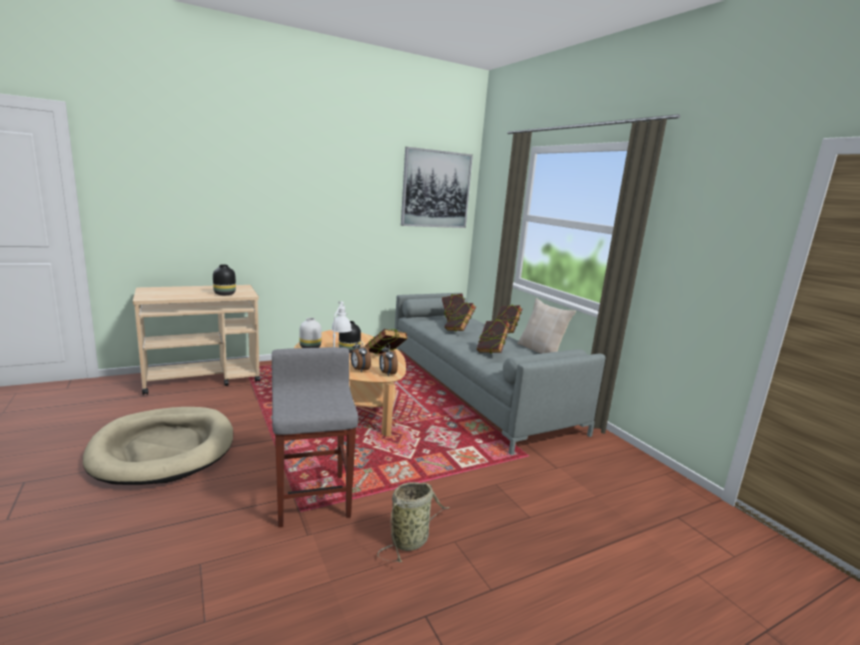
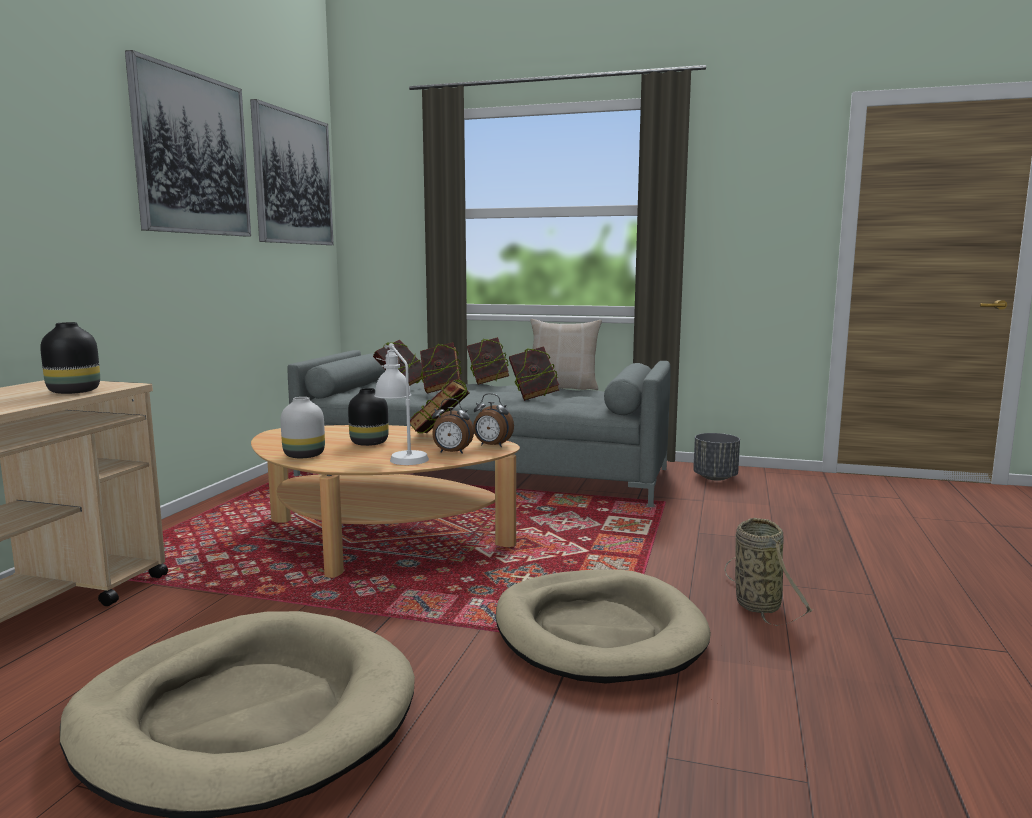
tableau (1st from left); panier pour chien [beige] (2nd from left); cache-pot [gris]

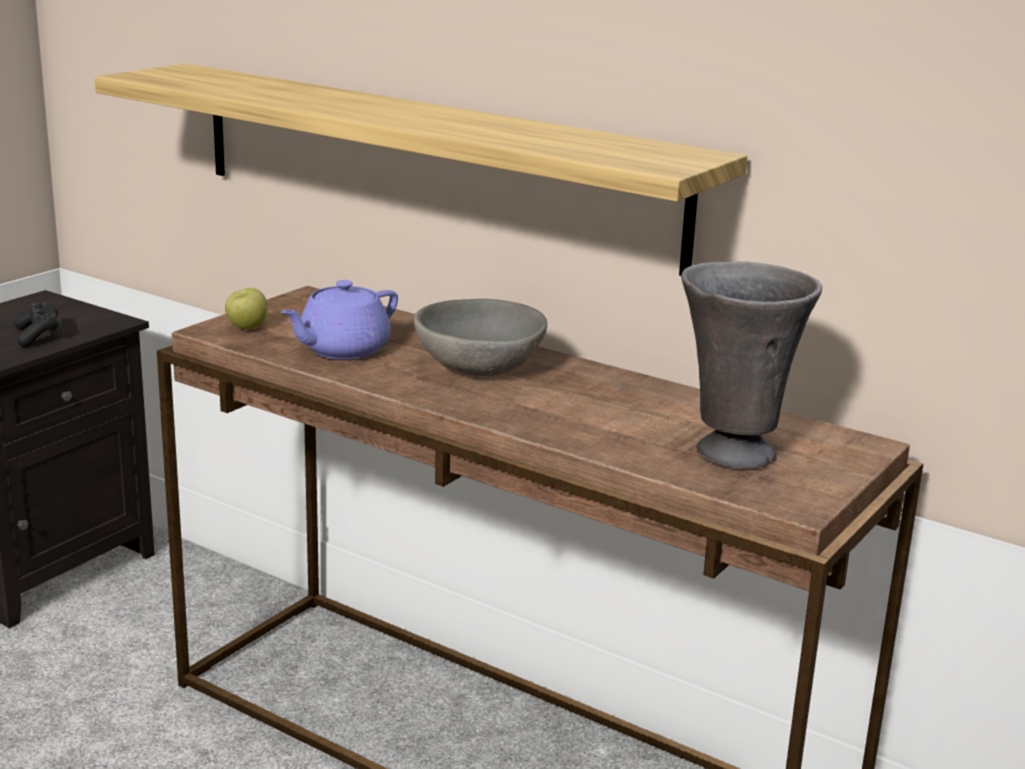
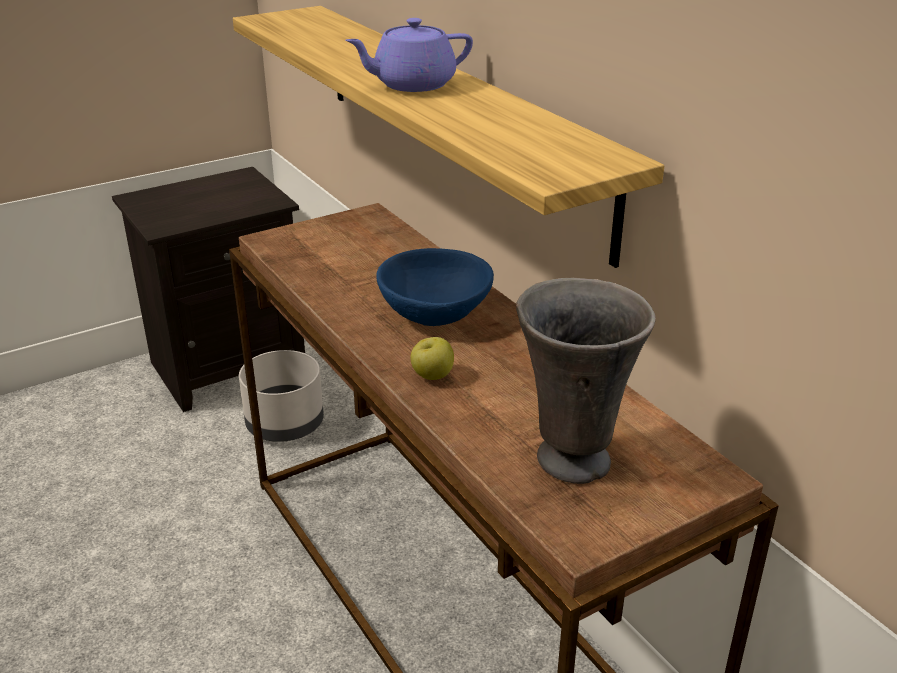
cache-pot [gris]; théière [violet]; bol [bleu]; pomme; manette [noir]

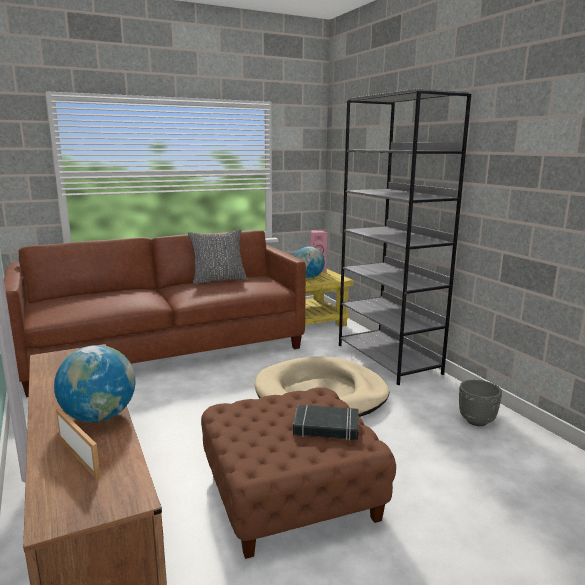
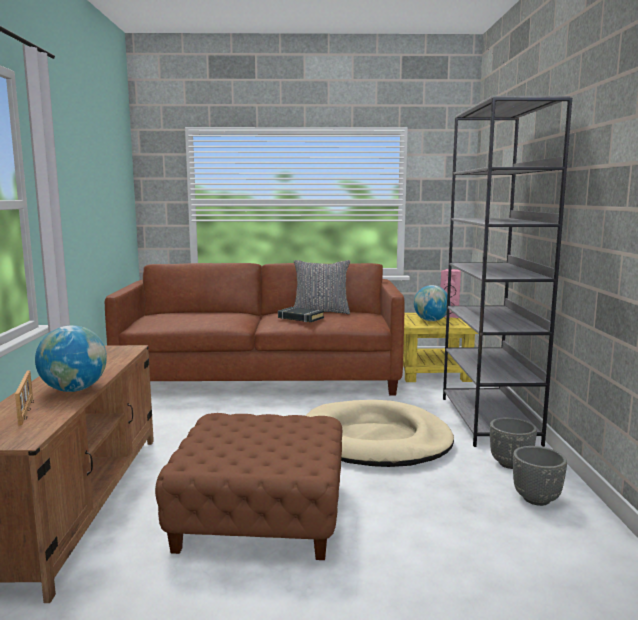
livre [noir]; cache-pot [gris] (1st from left)

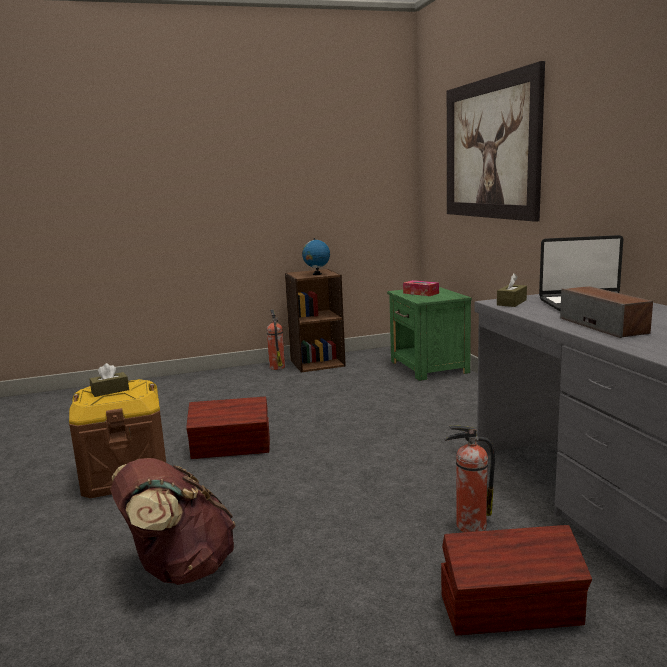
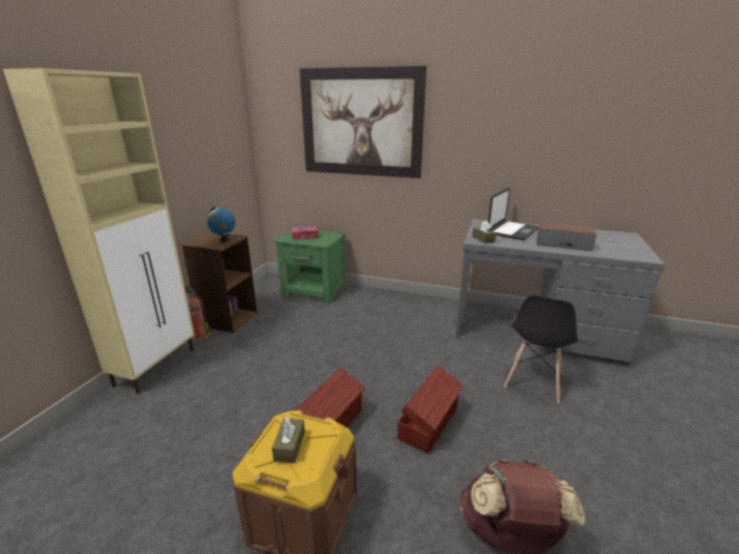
meuble de rangement [beige]; boîte de rangement [marron] (3rd from left); chaise [gris]

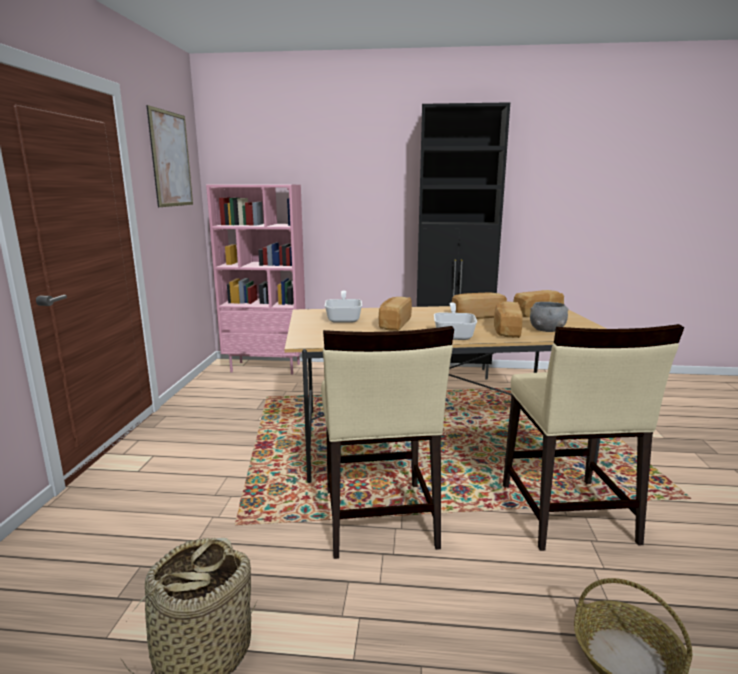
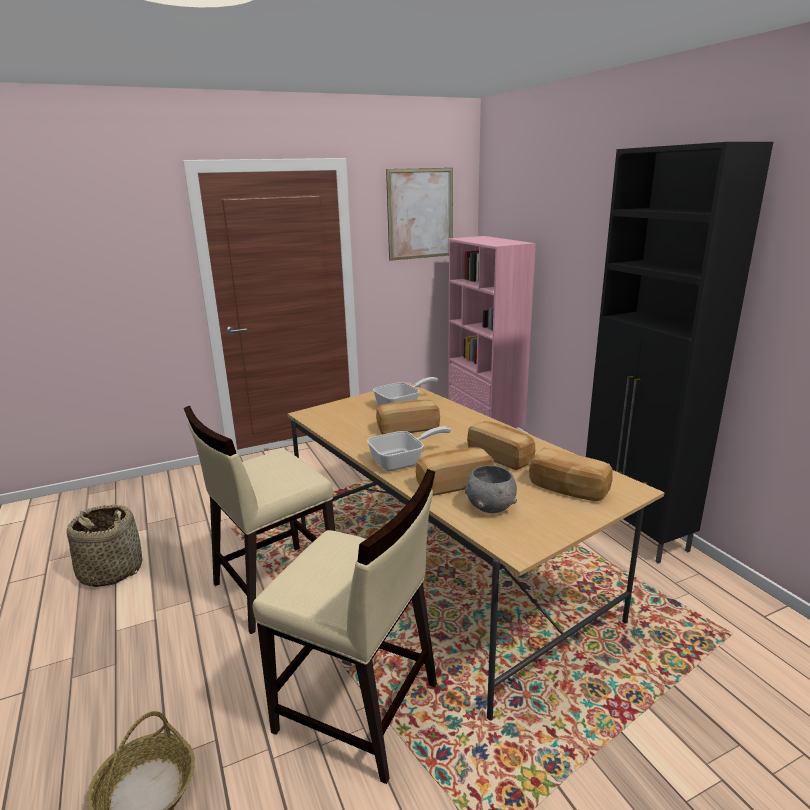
chaise [beige] (2nd from left)

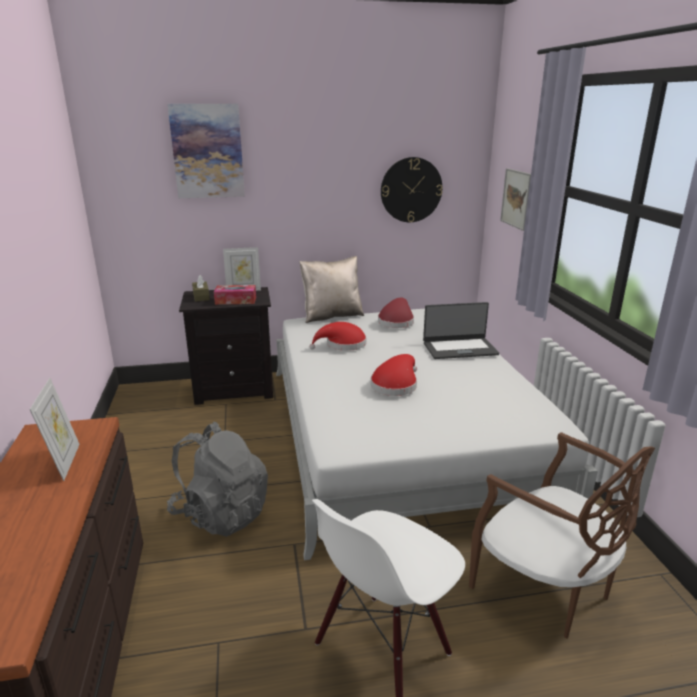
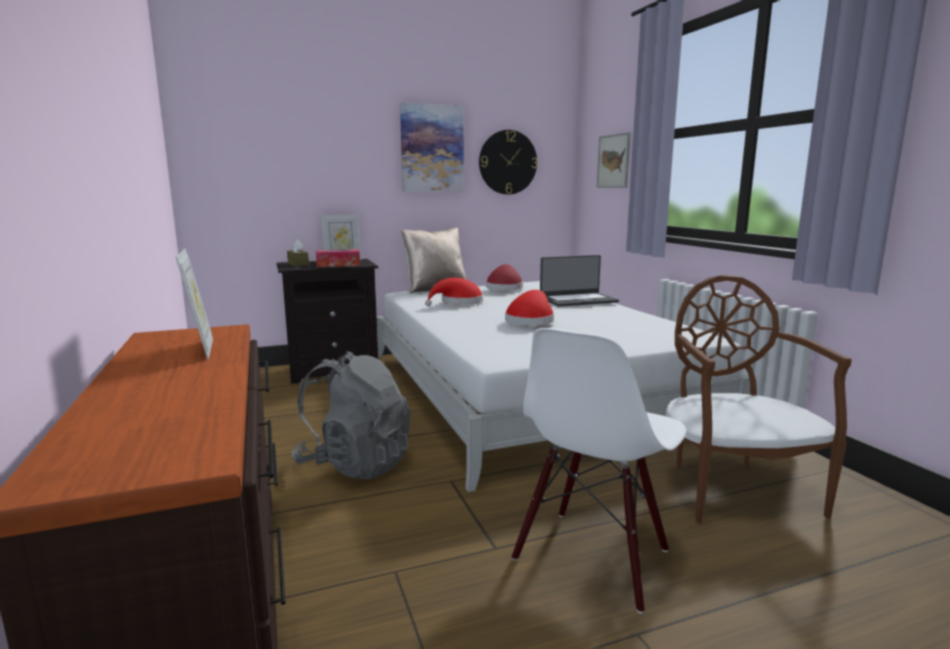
tableau (1st from left); chaise [marron]

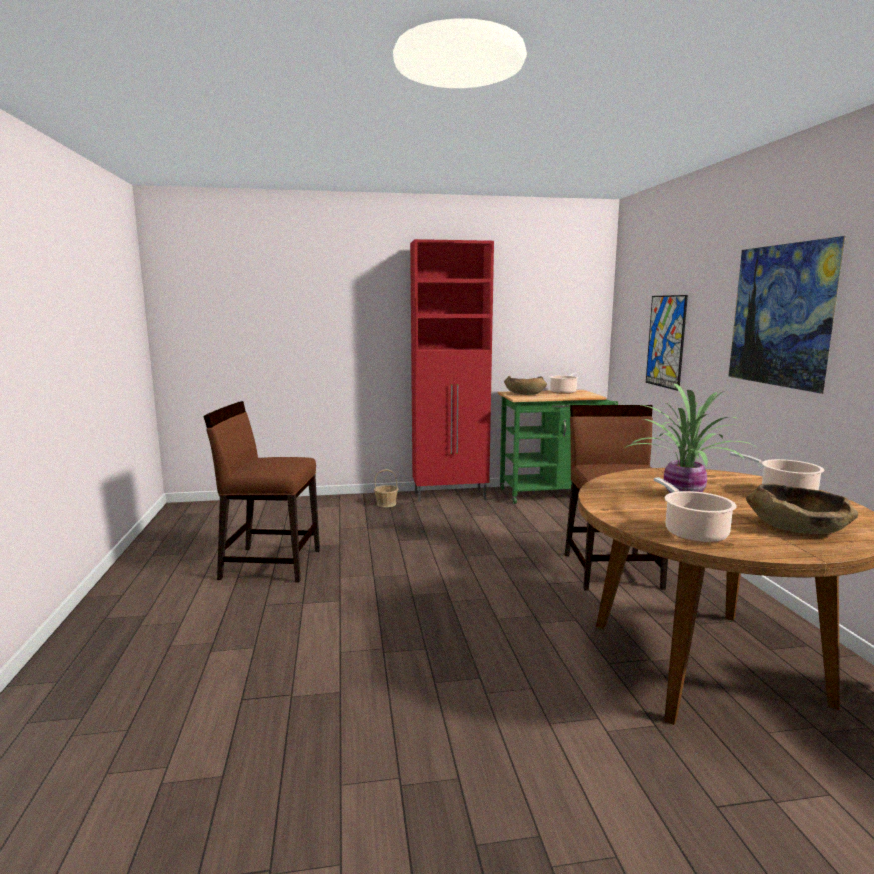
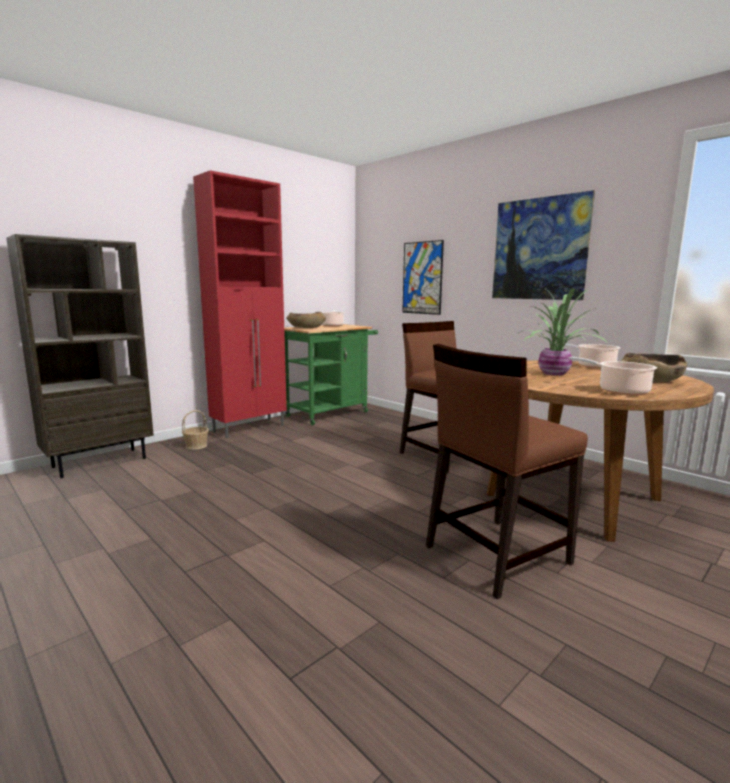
bibliothèque [marron]; chaise [marron] (2nd from left)

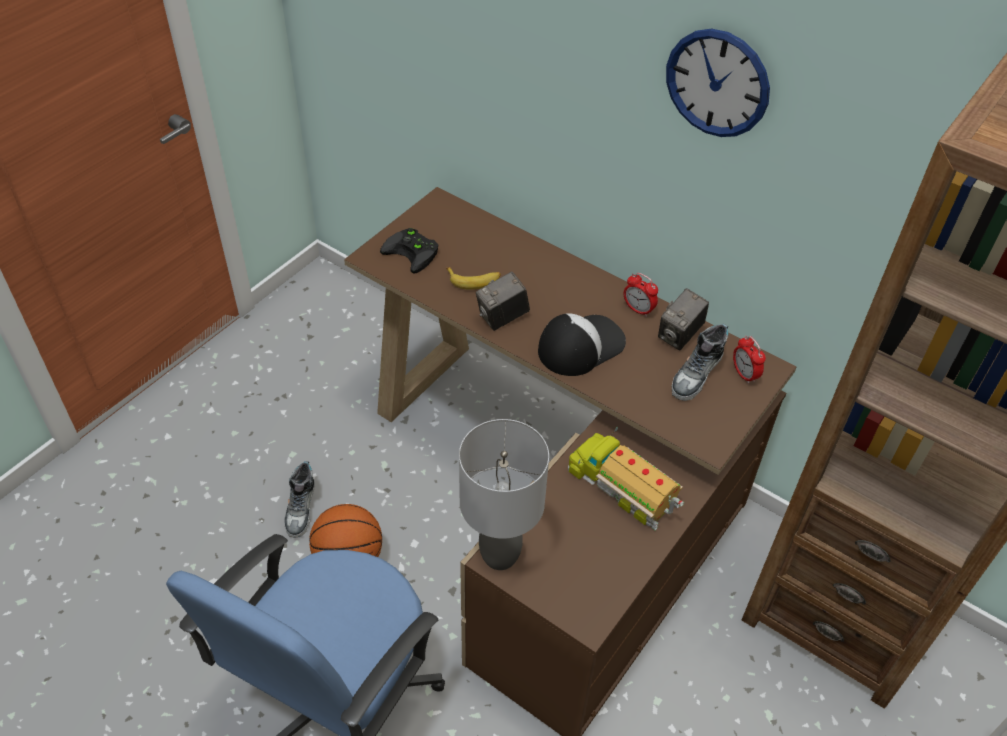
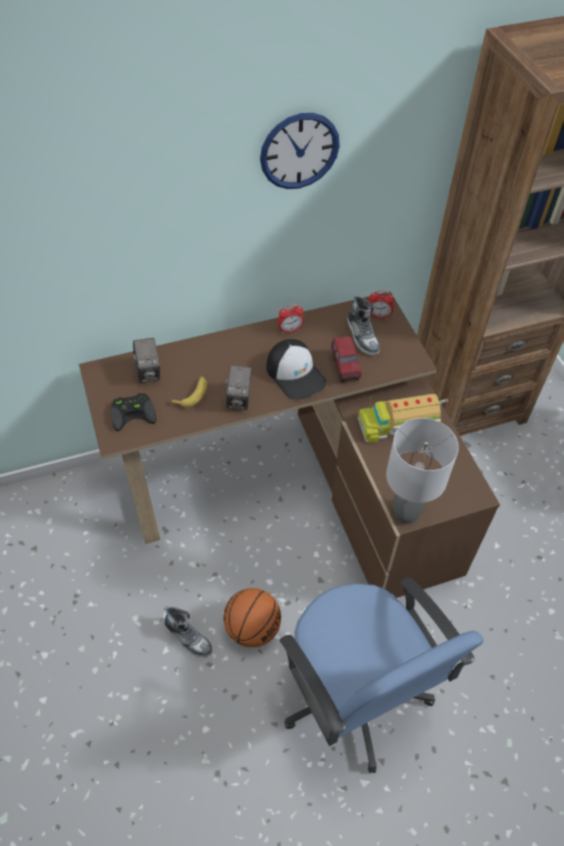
appareil photo (1st from left); casquette; camion jouet (1st from left)

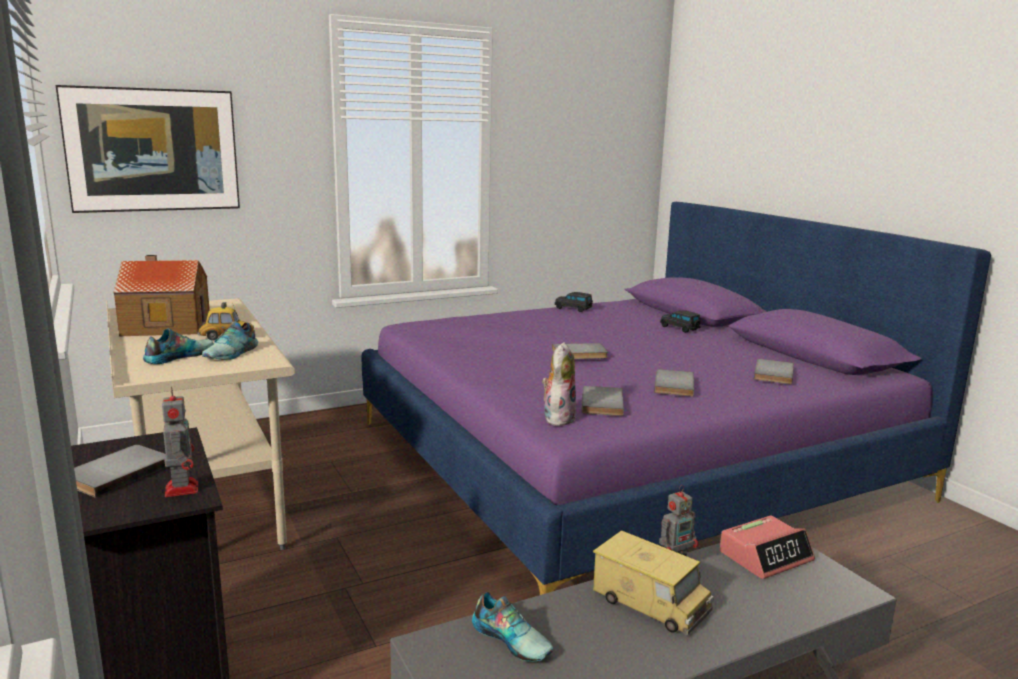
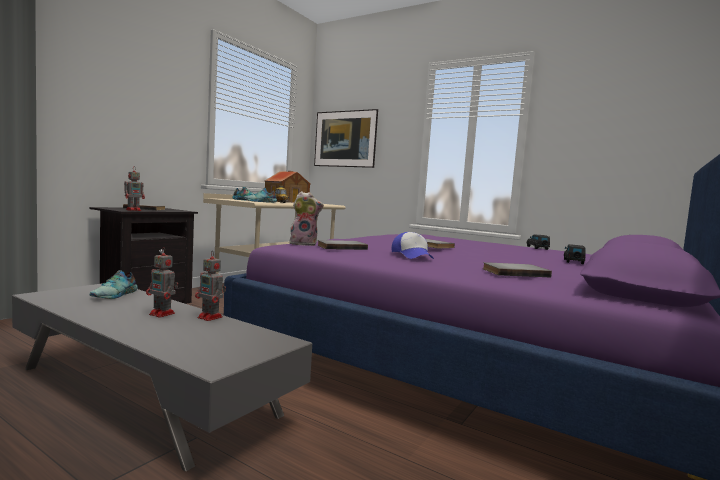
robot jouet (2nd from left); casquette; réveil

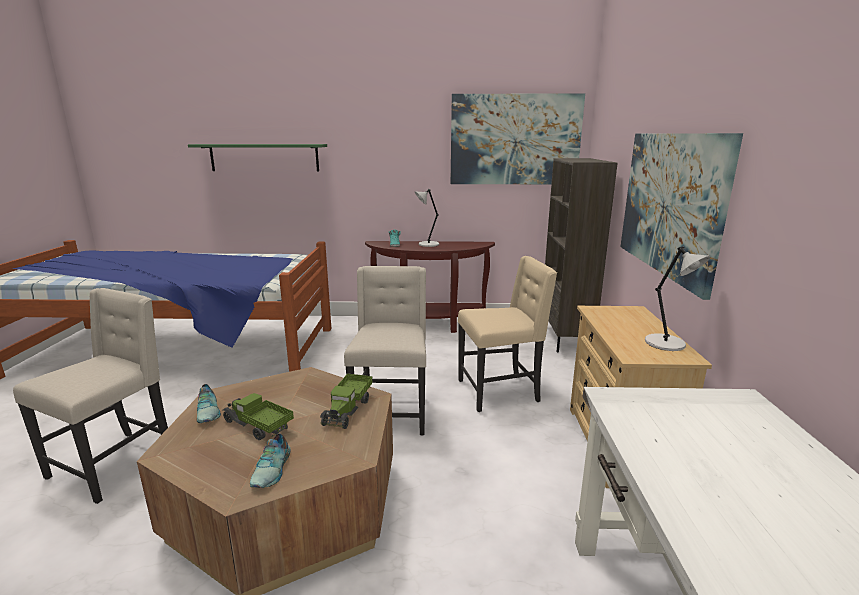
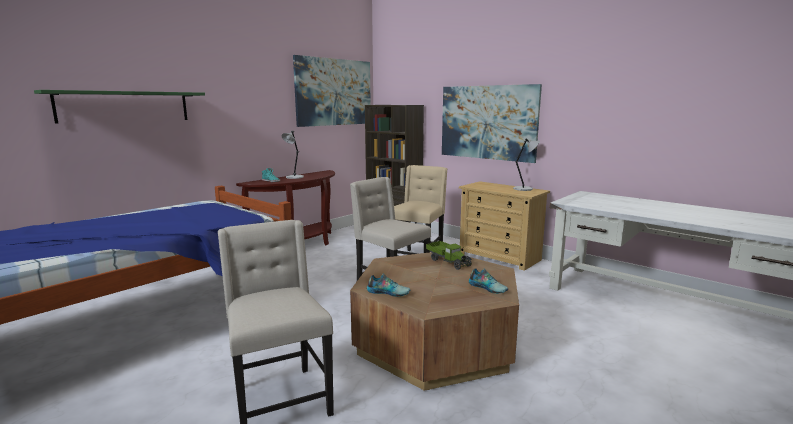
camion jouet (1st from left in the first image)

